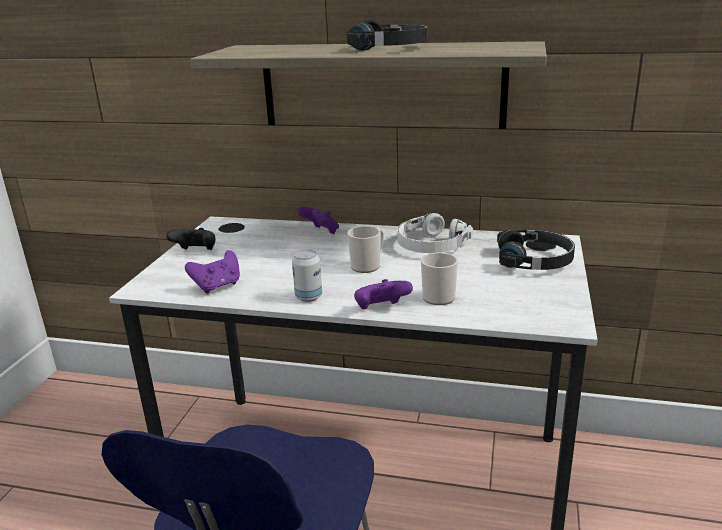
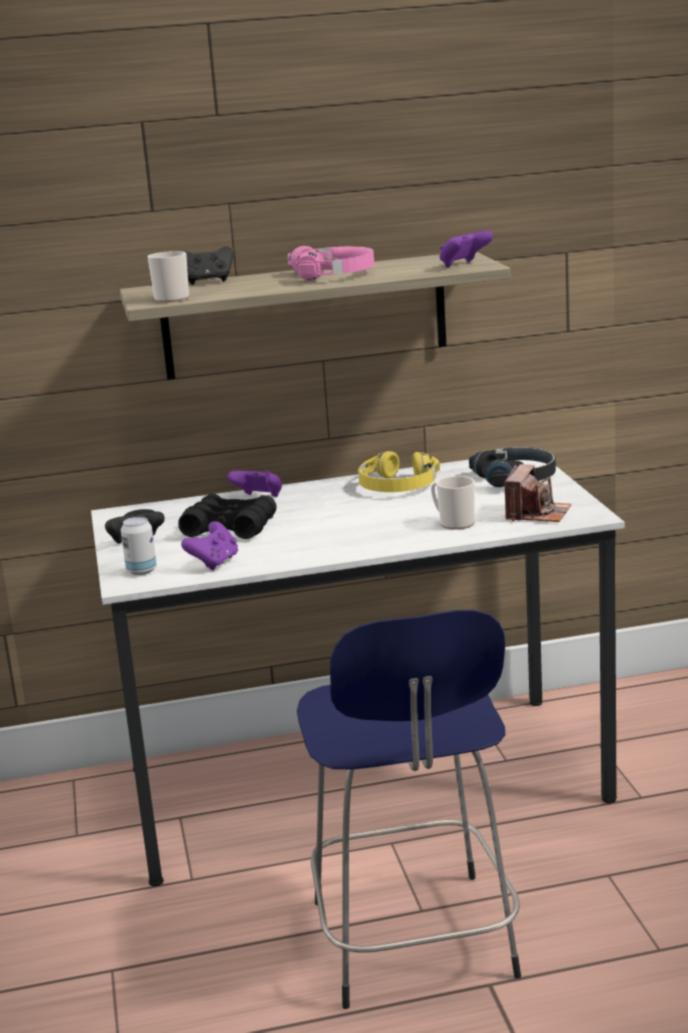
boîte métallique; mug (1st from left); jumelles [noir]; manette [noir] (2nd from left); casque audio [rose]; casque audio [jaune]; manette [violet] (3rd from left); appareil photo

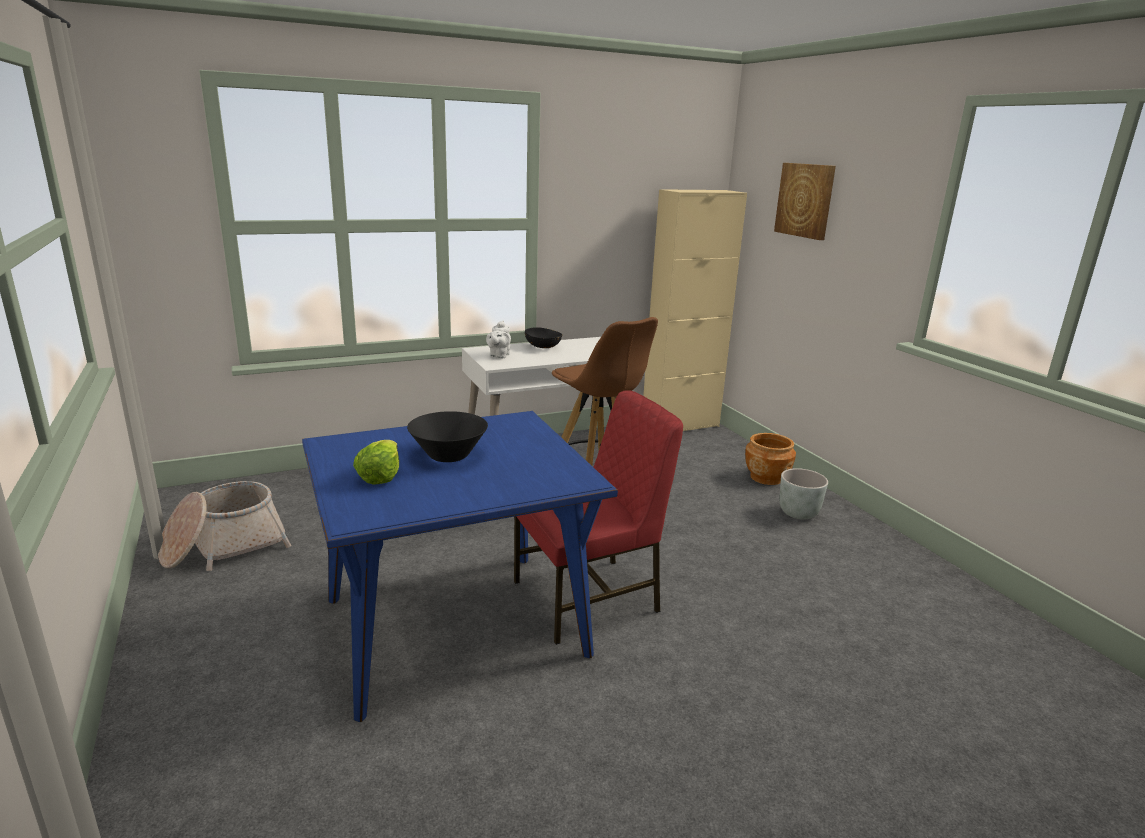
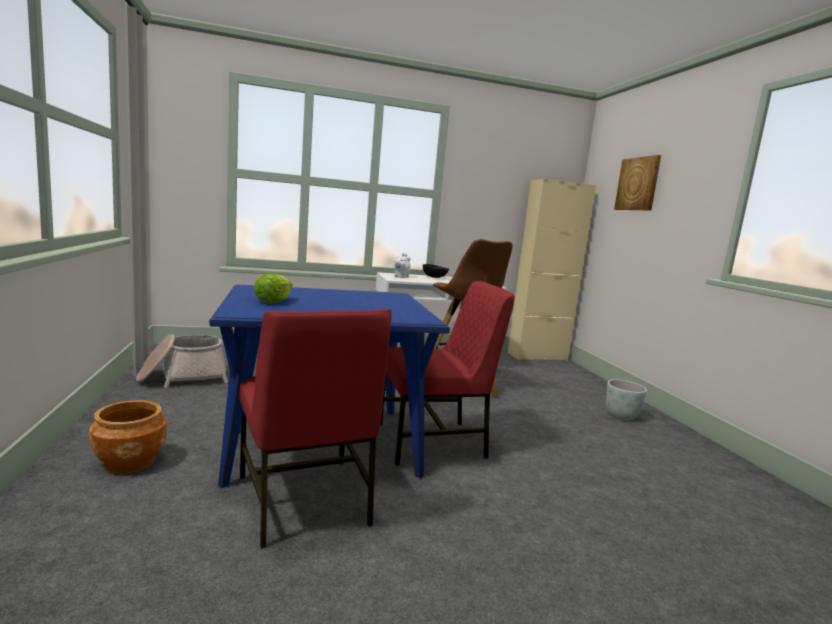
cache-pot [marron]; chaise [rouge] (1st from left); bol [noir] (1st from left in the first image)

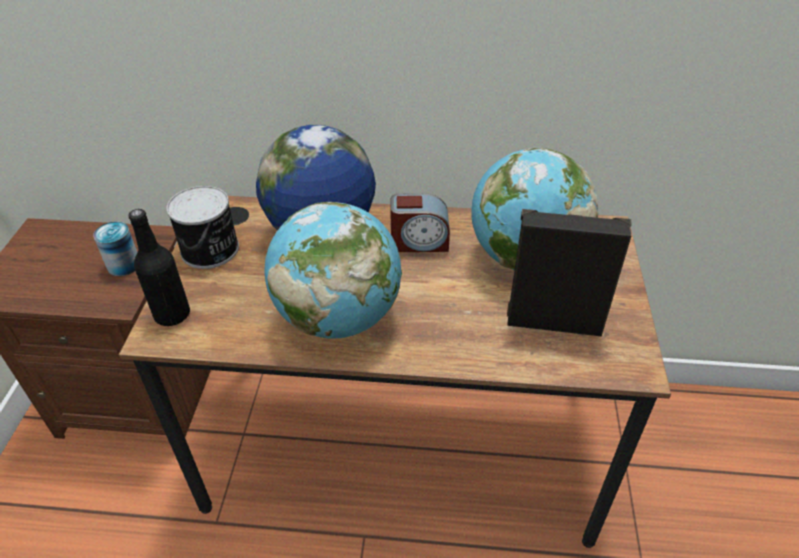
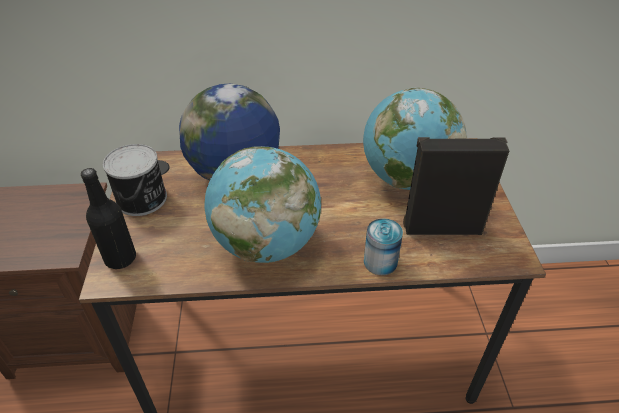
boîte métallique (2nd from left); réveil

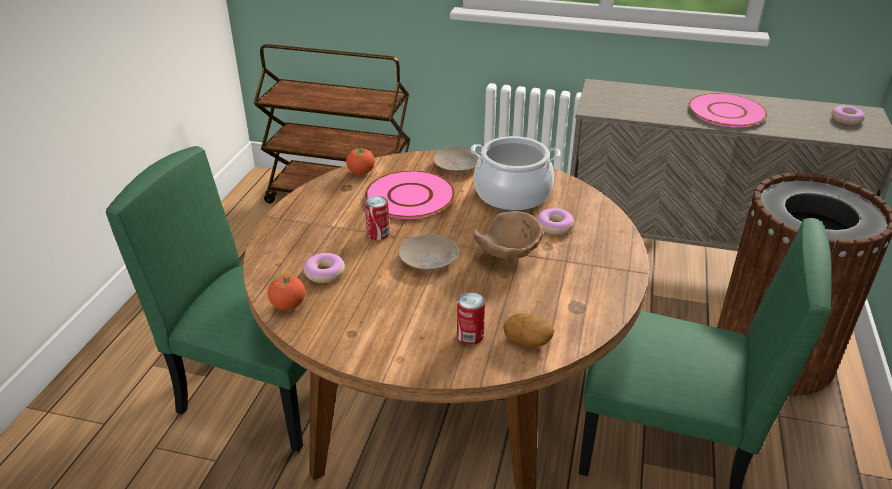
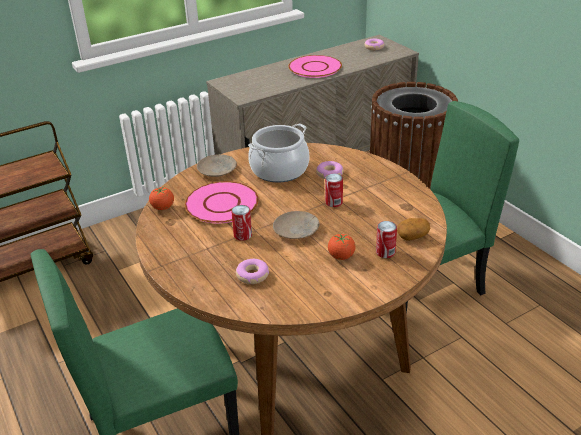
boîte métallique (2nd from left); tomate (2nd from left)

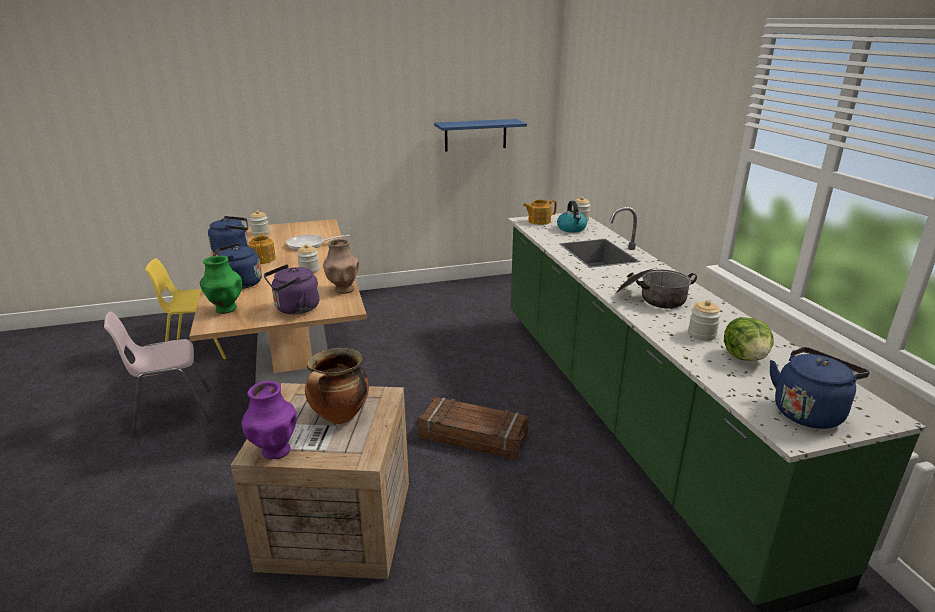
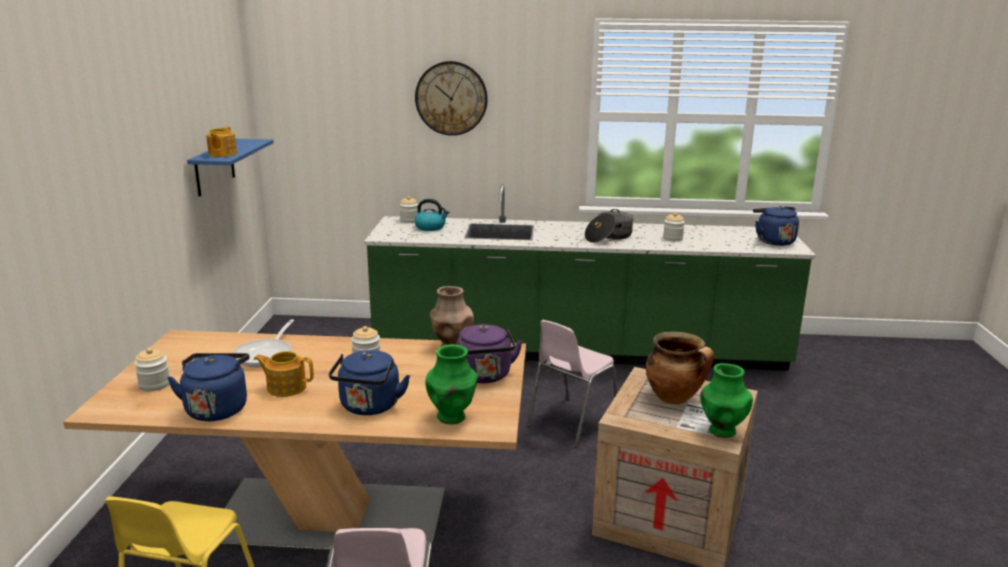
théière (1st from left); horloge murale; chaise [rose] (2nd from left); vase [vert] (2nd from left); laitue

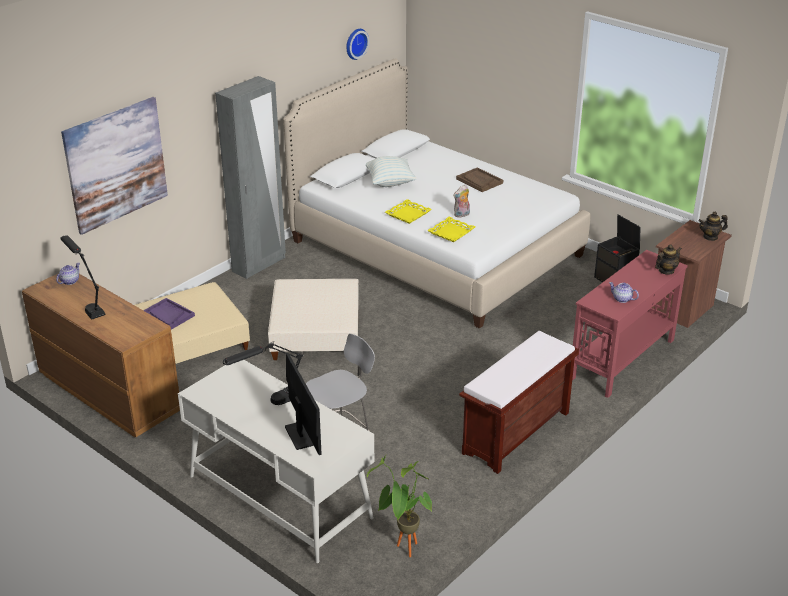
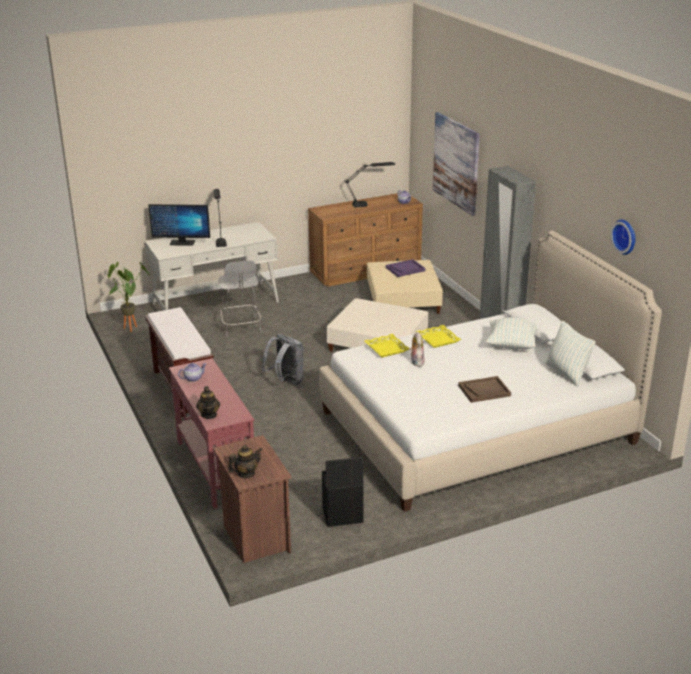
théière (3rd from left); sac à dos [gris]; coussin (2nd from left)

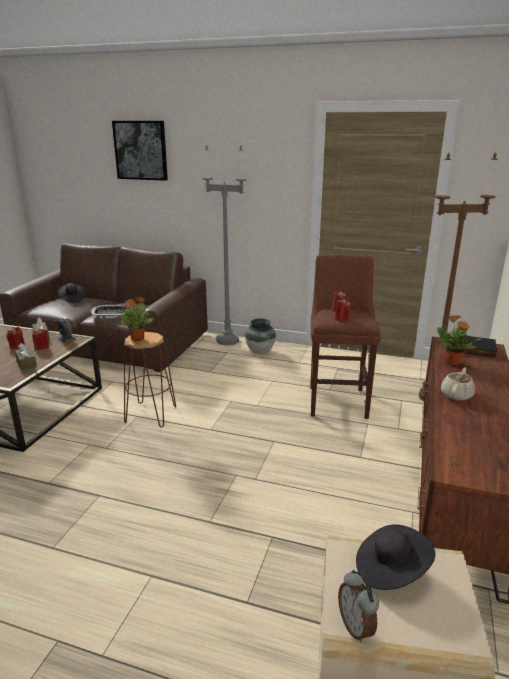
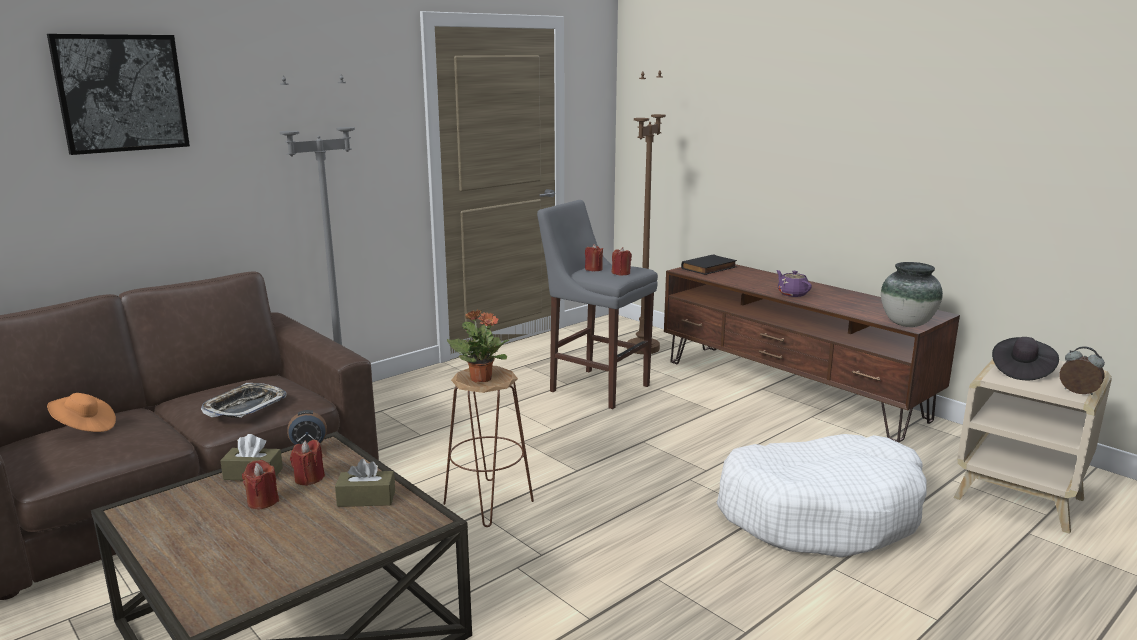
chapeau [orange]; tabouret [gris]; panier pour chien [blanc]; théière [violet]; vase; réveil (2nd from left); plante en pot (2nd from left in the first image)

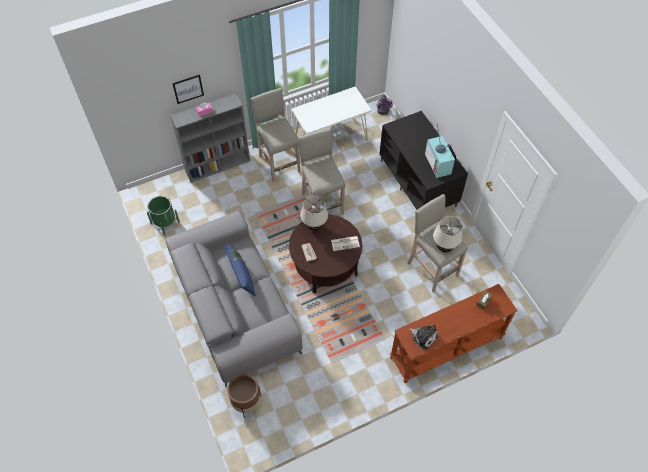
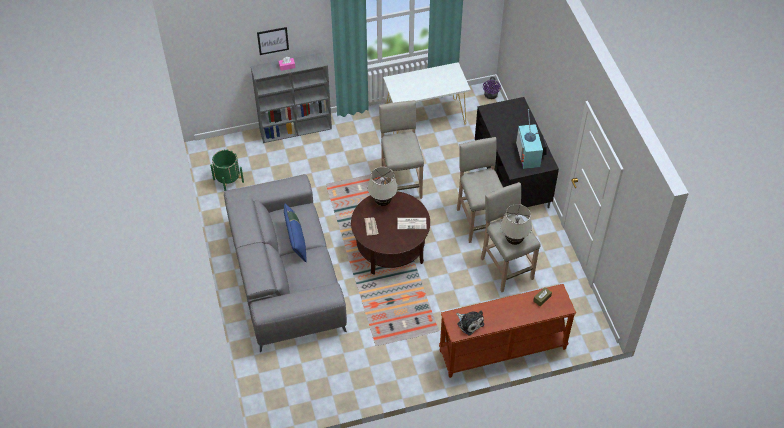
tabouret [beige] (2nd from left); cache-pot [marron]

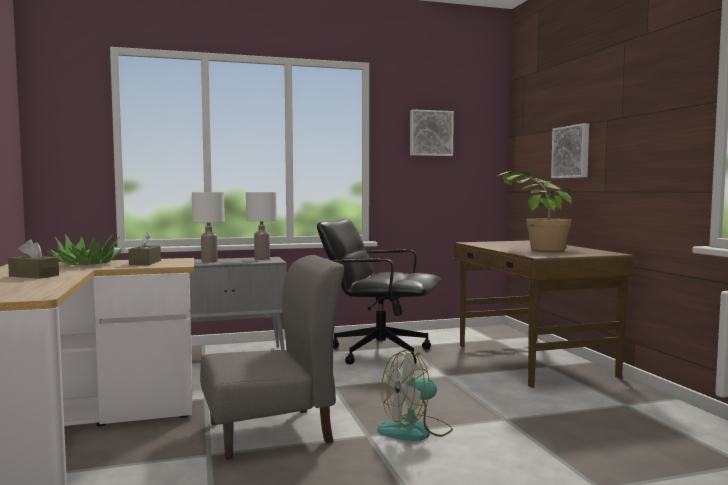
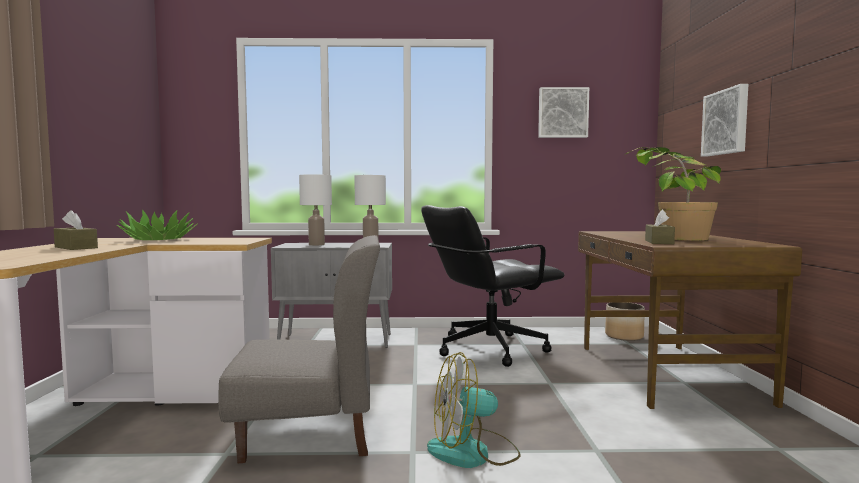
chaise de bureau [noir]; cache-pot; boîte à mouchoirs [marron] (2nd from left)

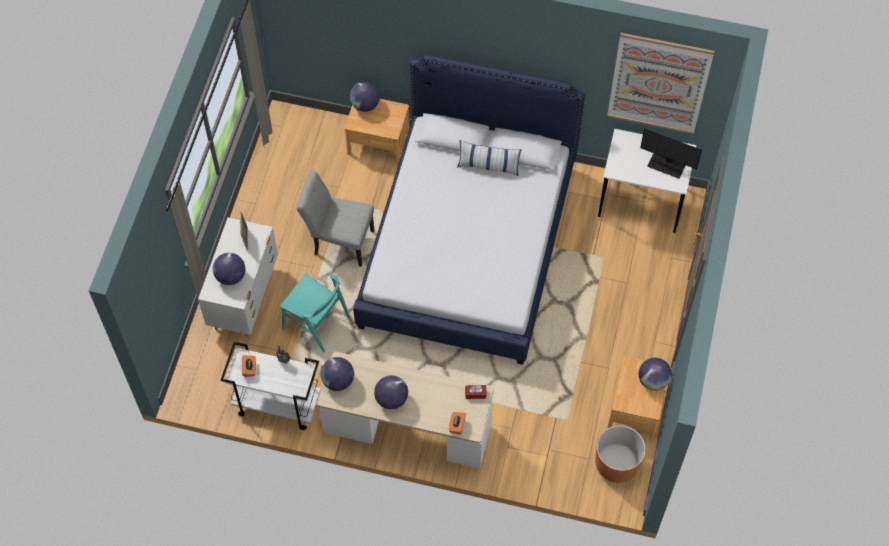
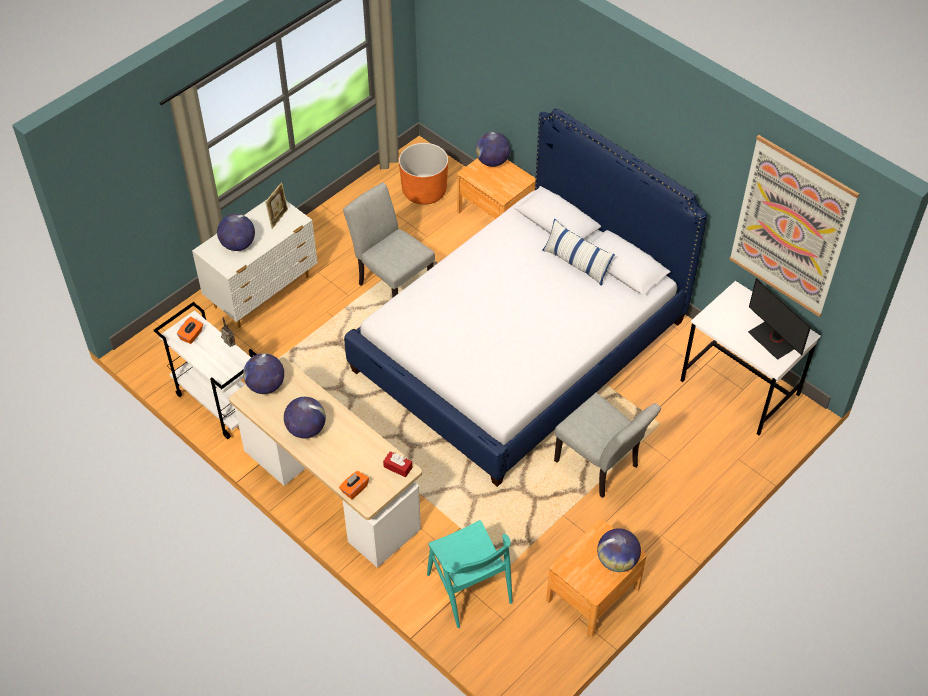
cache-pot [orange]; chaise [turquoise]; chaise [gris] (2nd from left)

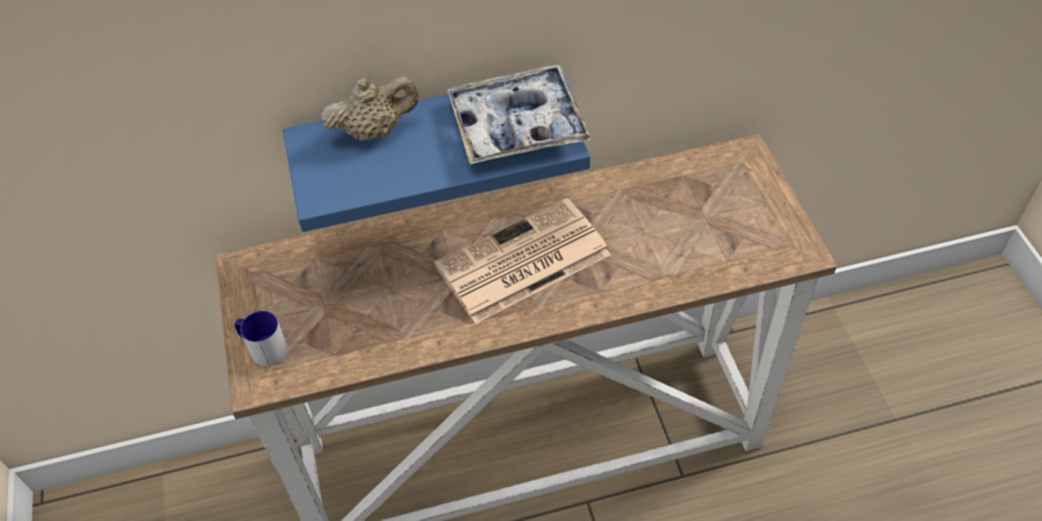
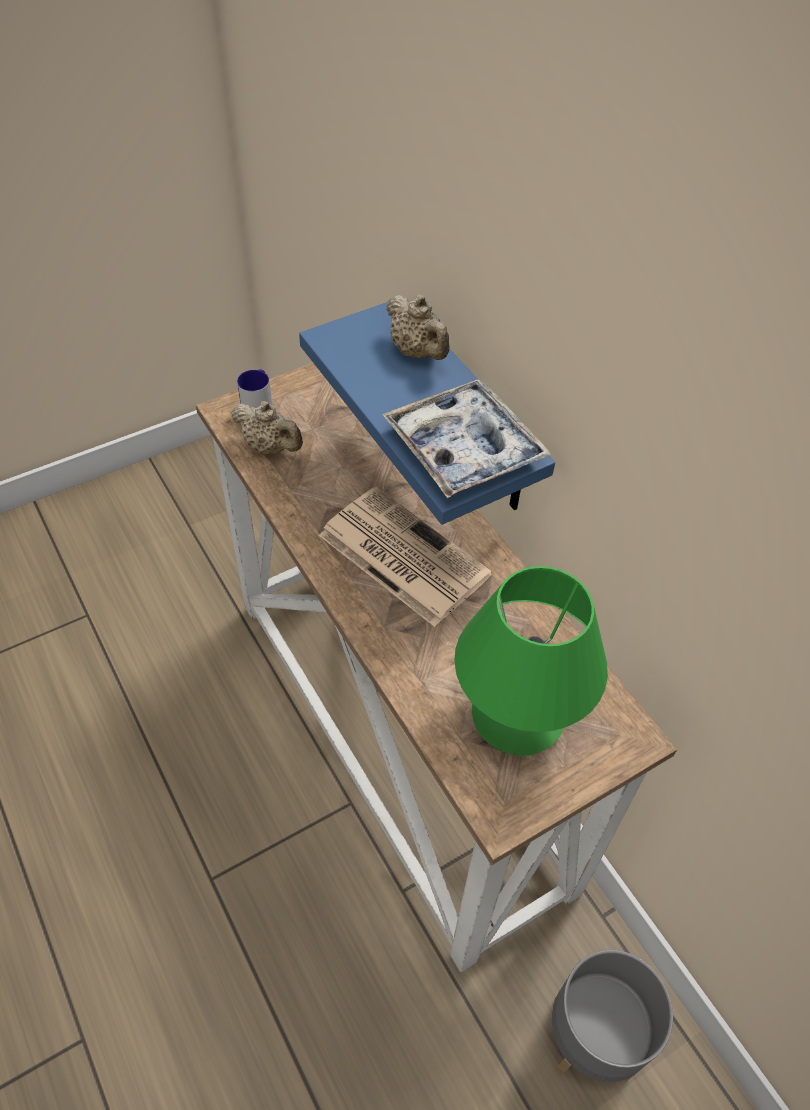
théière [beige] (1st from left); lampe de table [vert]; cache-pot [gris]

